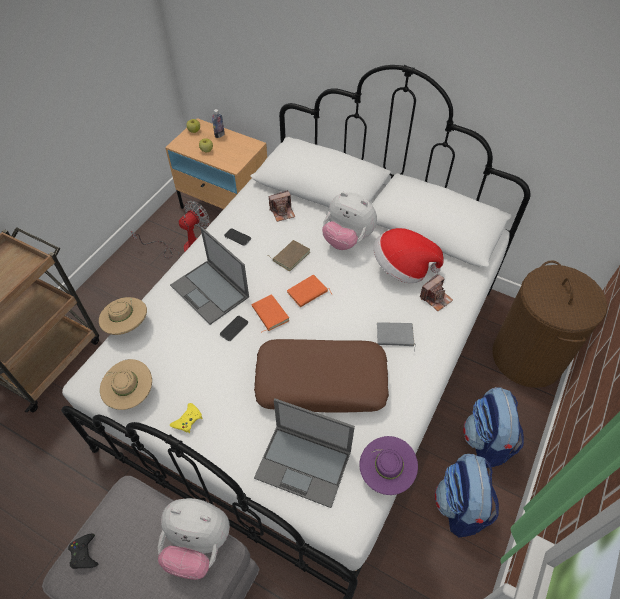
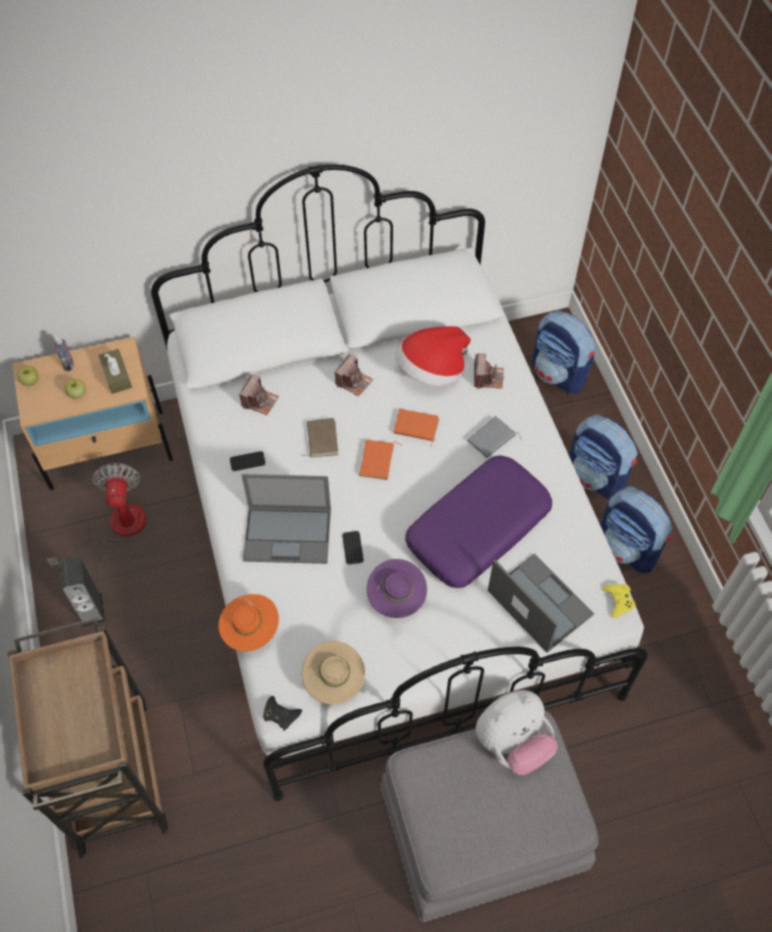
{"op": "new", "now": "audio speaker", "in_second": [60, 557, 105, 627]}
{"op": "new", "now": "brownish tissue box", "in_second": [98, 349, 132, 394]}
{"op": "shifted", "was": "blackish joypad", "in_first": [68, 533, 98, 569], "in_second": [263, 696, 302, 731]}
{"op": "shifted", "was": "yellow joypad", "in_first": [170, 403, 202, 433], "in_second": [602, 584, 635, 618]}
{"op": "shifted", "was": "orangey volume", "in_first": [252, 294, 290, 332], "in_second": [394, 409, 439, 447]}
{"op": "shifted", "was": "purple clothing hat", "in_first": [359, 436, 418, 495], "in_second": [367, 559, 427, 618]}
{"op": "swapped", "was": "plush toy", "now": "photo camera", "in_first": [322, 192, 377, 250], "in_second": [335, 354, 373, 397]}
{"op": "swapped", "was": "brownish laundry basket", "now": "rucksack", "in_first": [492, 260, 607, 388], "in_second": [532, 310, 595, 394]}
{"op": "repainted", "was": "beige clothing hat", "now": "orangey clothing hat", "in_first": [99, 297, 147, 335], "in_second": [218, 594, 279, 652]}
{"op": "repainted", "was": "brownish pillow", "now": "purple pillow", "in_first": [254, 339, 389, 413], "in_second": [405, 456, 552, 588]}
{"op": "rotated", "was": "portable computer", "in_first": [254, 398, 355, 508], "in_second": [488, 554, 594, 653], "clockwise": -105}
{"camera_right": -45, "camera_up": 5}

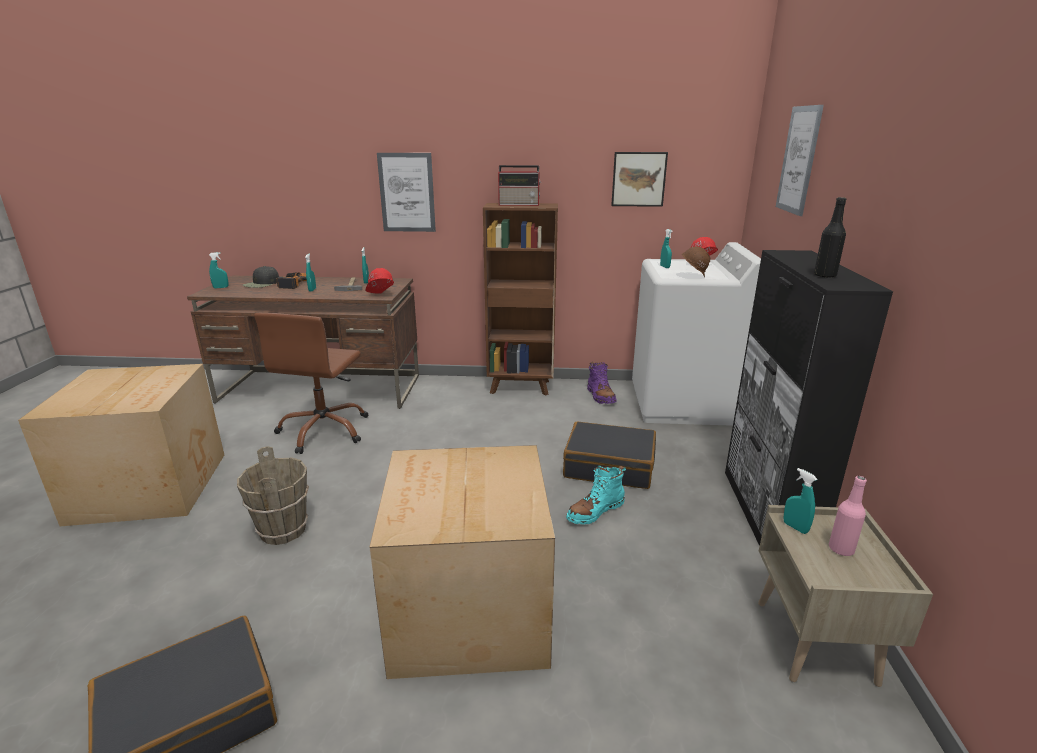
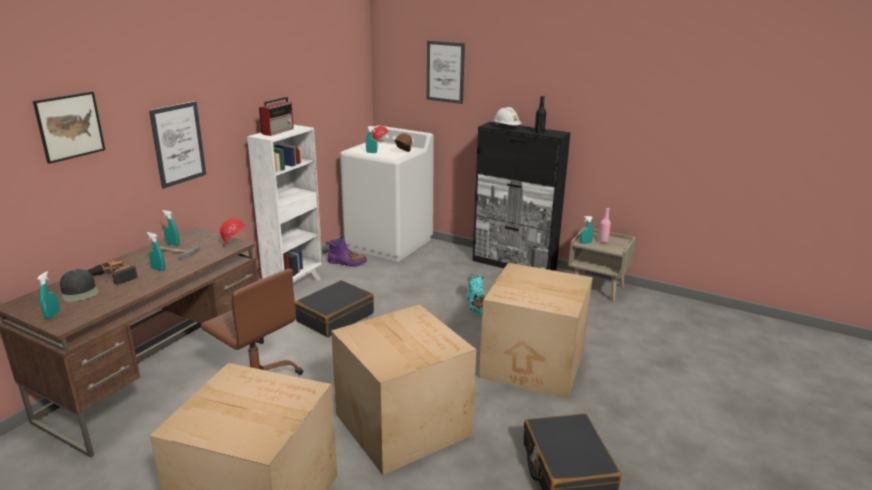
{"op": "new", "now": "white-coloured work helmet", "in_second": [494, 107, 522, 125]}
{"op": "shifted", "was": "blackish suitcase", "in_first": [563, 422, 656, 489], "in_second": [295, 280, 374, 337]}
{"op": "shifted", "was": "wall picture", "in_first": [611, 152, 668, 207], "in_second": [33, 92, 105, 164]}
{"op": "swapped", "was": "brownish bucket", "now": "carton", "in_first": [237, 446, 309, 545], "in_second": [331, 304, 477, 475]}
{"op": "repainted", "was": "brownish shelving unit", "now": "white-coloured shelving unit", "in_first": [483, 203, 558, 396], "in_second": [247, 125, 322, 283]}
{"camera_right": -65, "camera_up": 0}

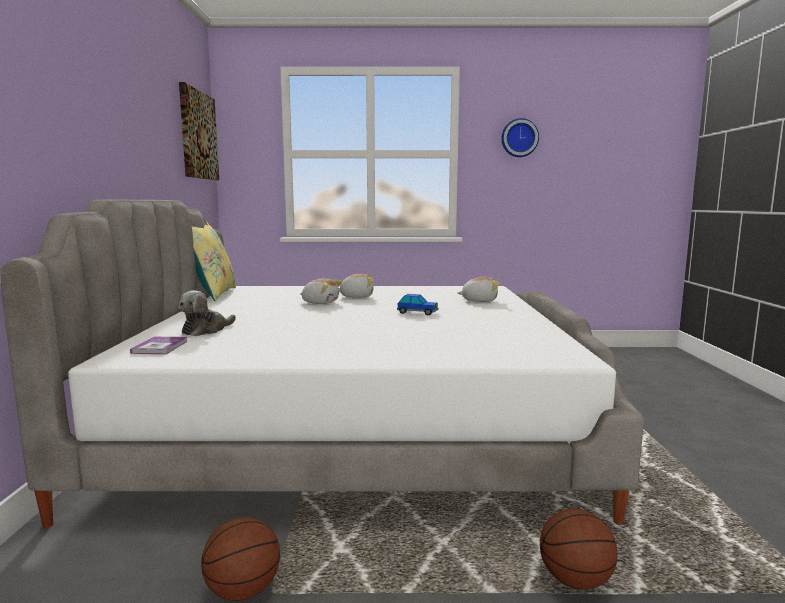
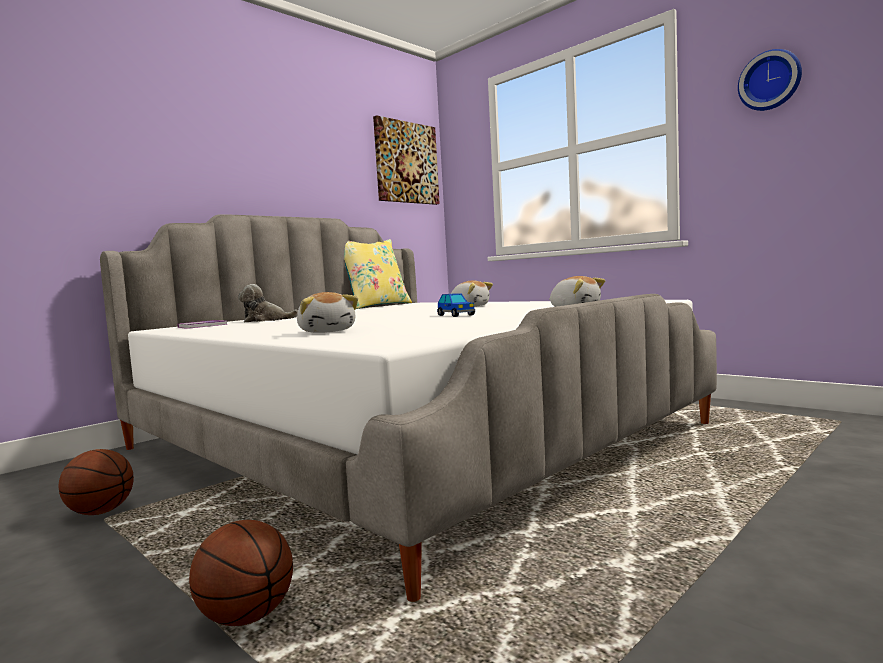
{"op": "shifted", "was": "plush toy", "in_first": [300, 278, 342, 304], "in_second": [297, 292, 358, 333]}
{"camera_right": 45, "camera_up": -5}

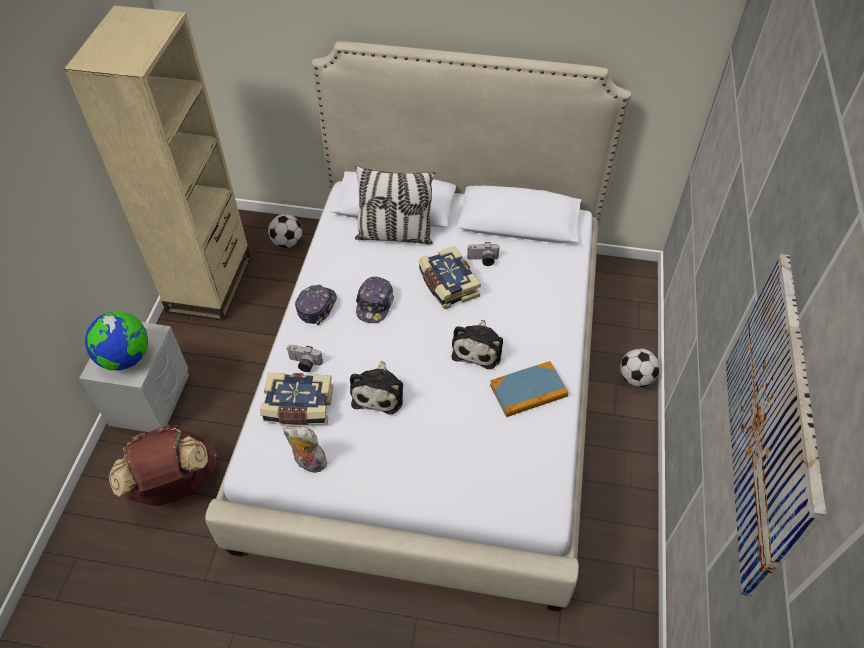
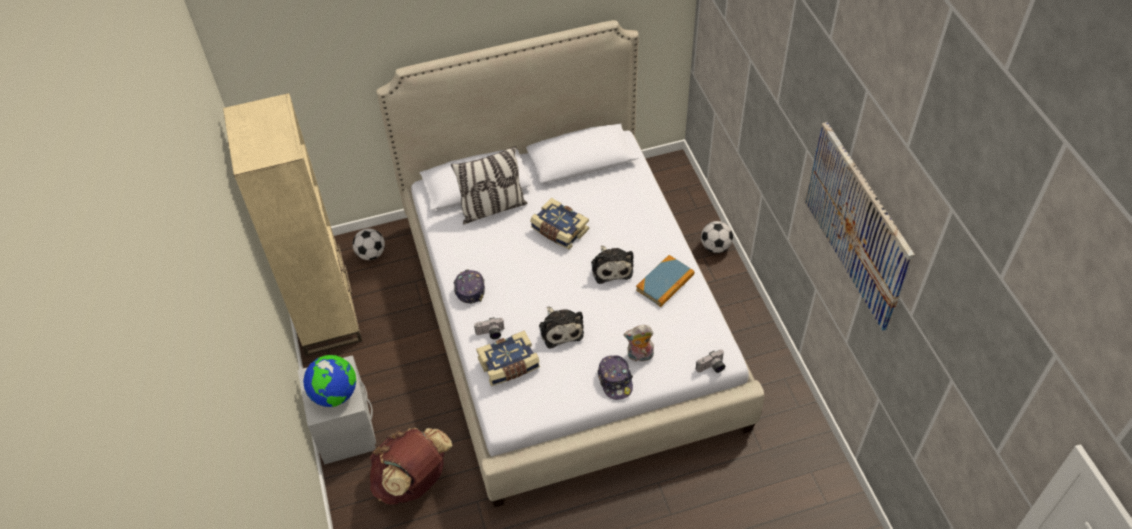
{"op": "shifted", "was": "plush toy", "in_first": [283, 426, 327, 473], "in_second": [623, 325, 654, 362]}
{"op": "shifted", "was": "peaked cap", "in_first": [356, 277, 394, 323], "in_second": [597, 355, 633, 400]}
{"op": "shifted", "was": "photo camera", "in_first": [467, 242, 500, 266], "in_second": [696, 349, 725, 373]}
{"camera_right": -25, "camera_up": 0}

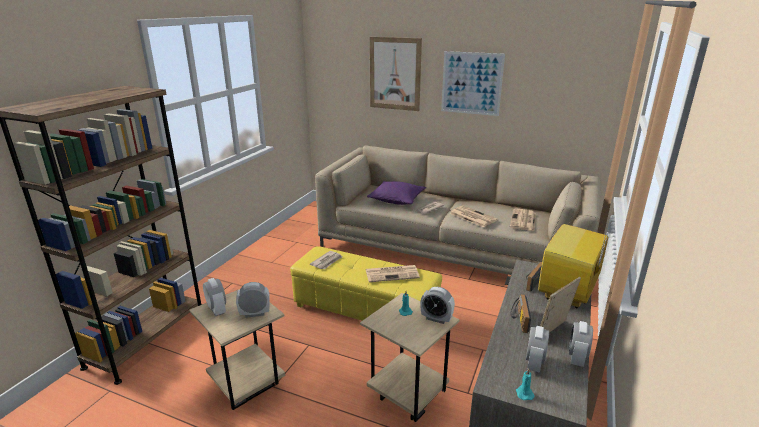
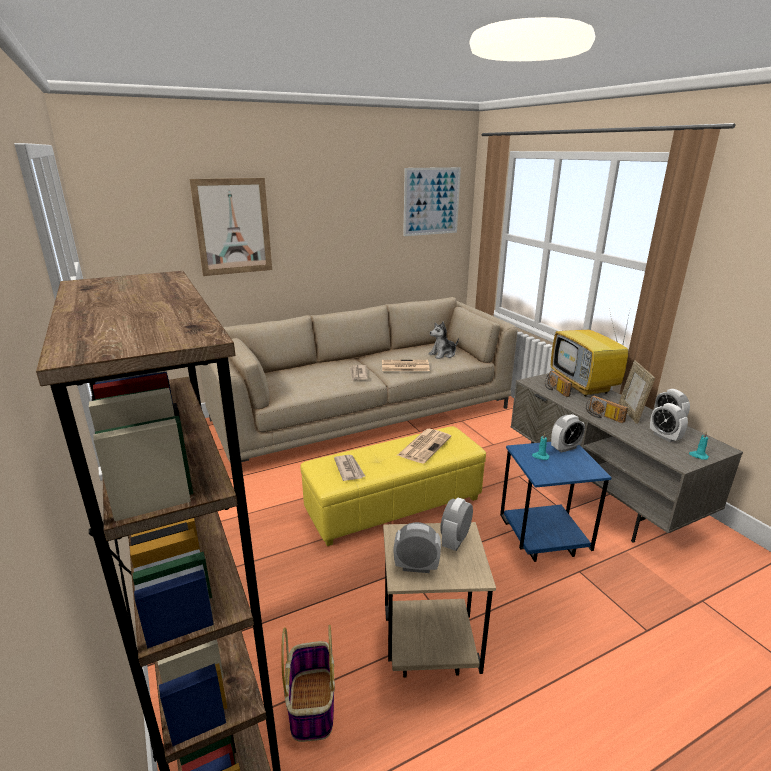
{"op": "gone", "was": "purple pillow", "in_first": [367, 181, 426, 205]}
{"op": "new", "now": "storage basket", "in_second": [281, 625, 335, 742]}
{"op": "shifted", "was": "wall picture", "in_first": [441, 51, 505, 116], "in_second": [403, 167, 461, 236]}
{"op": "swapped", "was": "printed paper", "now": "plush toy", "in_first": [510, 208, 536, 231], "in_second": [429, 321, 459, 359]}
{"op": "repainted", "was": "beige accent table", "now": "bluish accent table", "in_first": [360, 293, 460, 422], "in_second": [500, 442, 612, 562]}
{"camera_right": -50, "camera_up": 0}

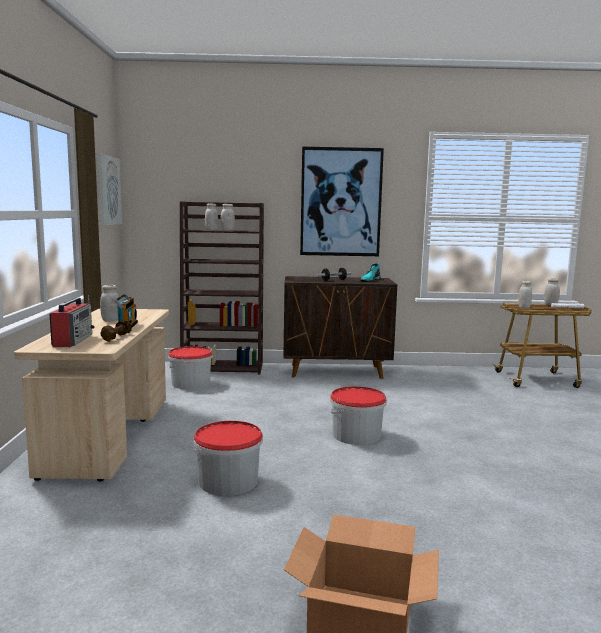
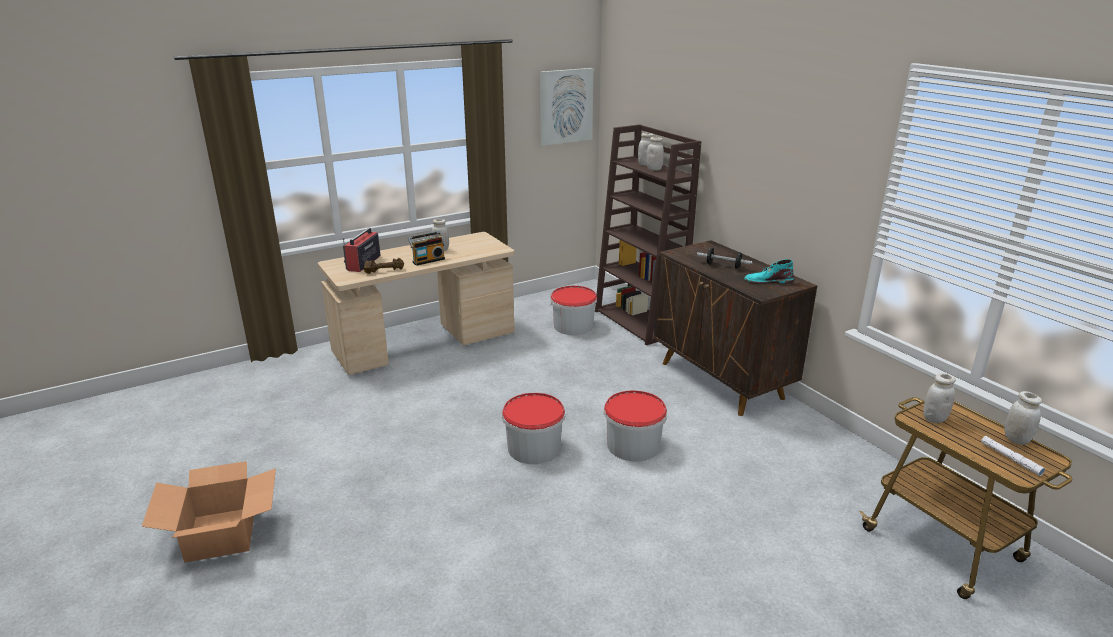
{"op": "gone", "was": "wall picture", "in_first": [300, 147, 384, 256]}
{"op": "shifted", "was": "bucket", "in_first": [193, 421, 263, 496], "in_second": [604, 390, 667, 462]}
{"op": "rotated", "was": "radio receiver", "in_first": [50, 295, 95, 347], "in_second": [343, 228, 380, 272], "clockwise": 135}
{"camera_right": 60, "camera_up": 15}

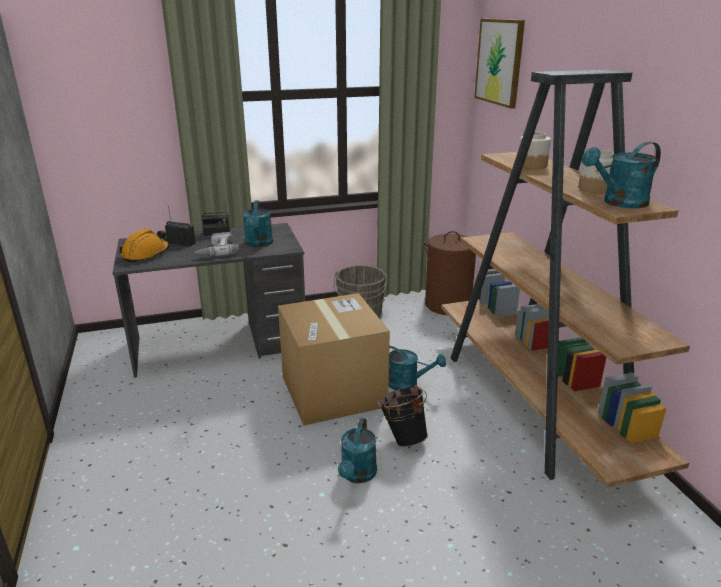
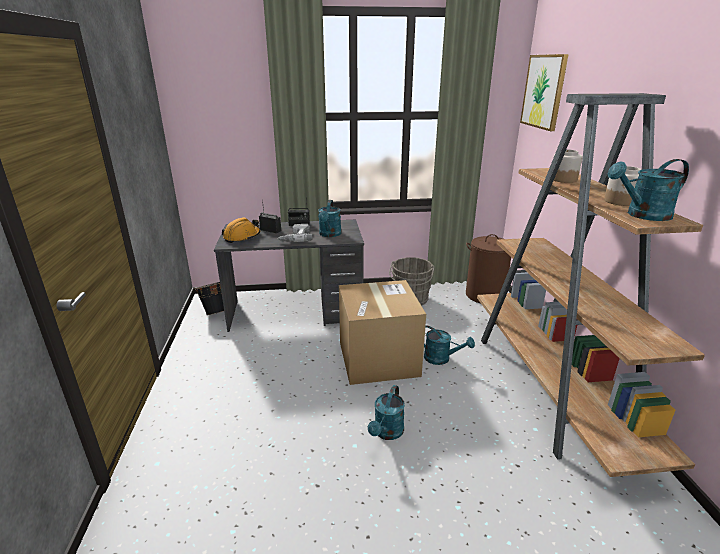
{"op": "shifted", "was": "blackish bucket", "in_first": [378, 384, 428, 447], "in_second": [194, 282, 224, 315]}
{"camera_right": 10, "camera_up": 0}

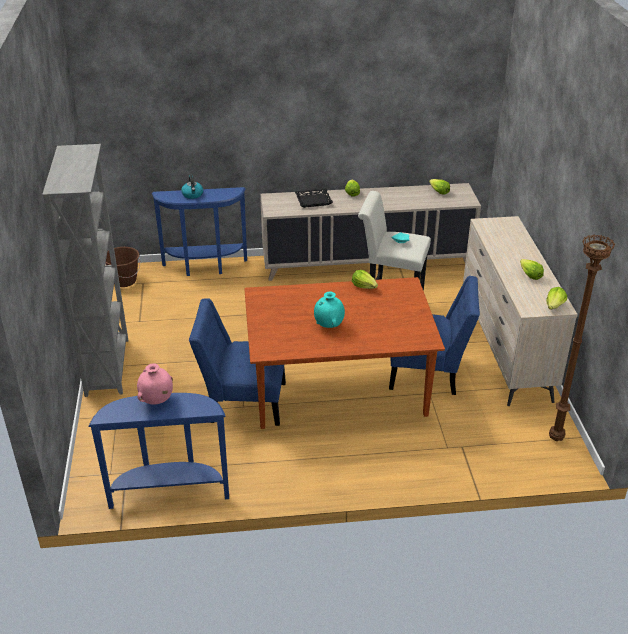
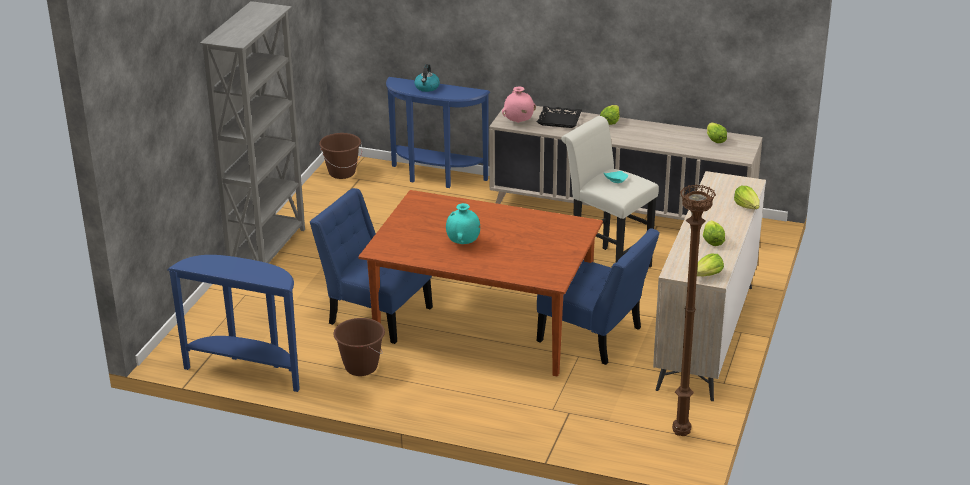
{"op": "new", "now": "brownish bucket", "in_second": [333, 318, 385, 376]}
{"op": "shifted", "was": "pink vase", "in_first": [137, 364, 173, 404], "in_second": [502, 86, 536, 123]}
{"op": "shifted", "was": "lettuce head", "in_first": [352, 270, 378, 289], "in_second": [734, 186, 760, 209]}
{"camera_right": 25, "camera_up": -5}

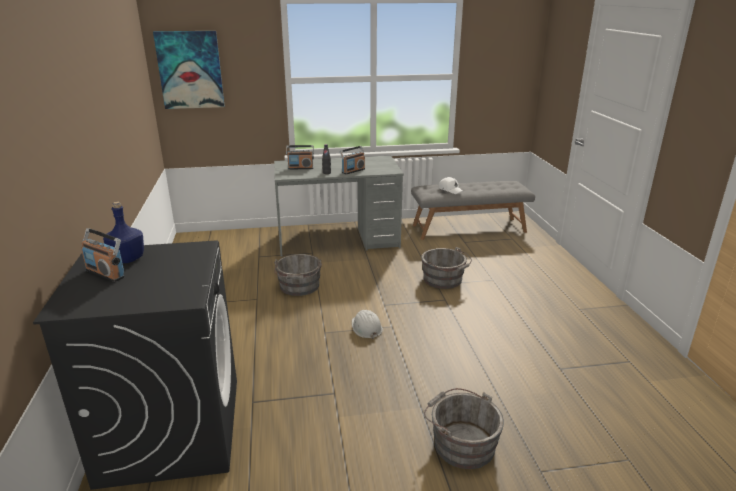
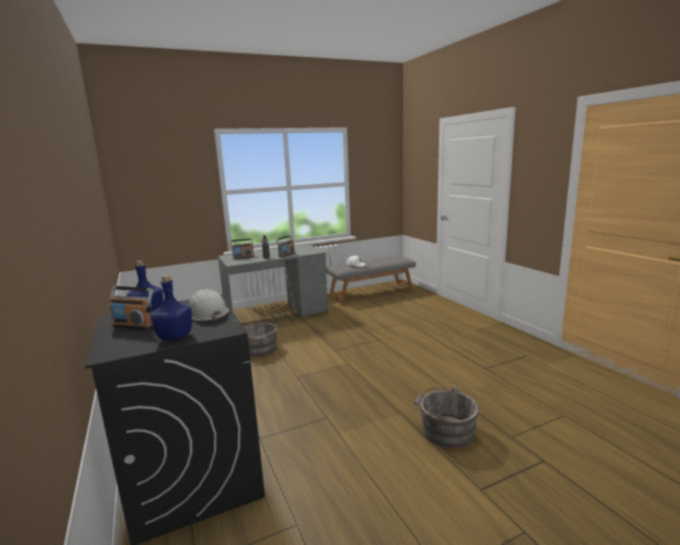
{"op": "gone", "was": "wall picture", "in_first": [153, 31, 225, 109]}
{"op": "gone", "was": "greyish bucket", "in_first": [421, 247, 472, 289]}
{"op": "new", "now": "bluish drink bottle", "in_second": [151, 275, 192, 341]}
{"op": "shifted", "was": "white-coloured work helmet", "in_first": [352, 310, 383, 339], "in_second": [189, 289, 228, 321]}
{"camera_right": -15, "camera_up": -10}

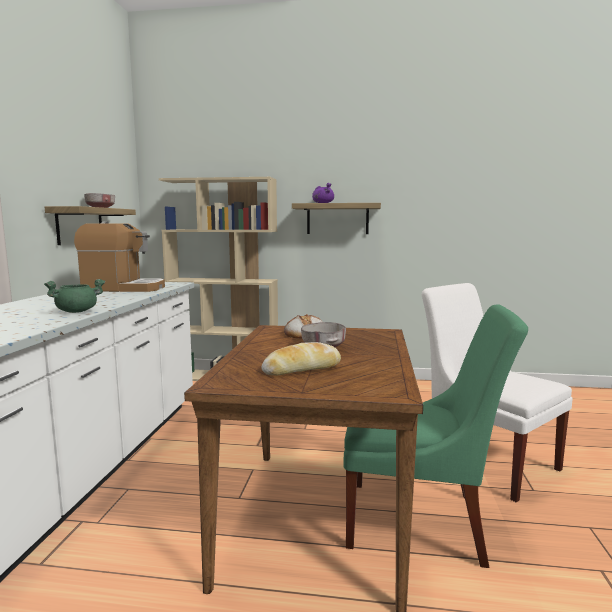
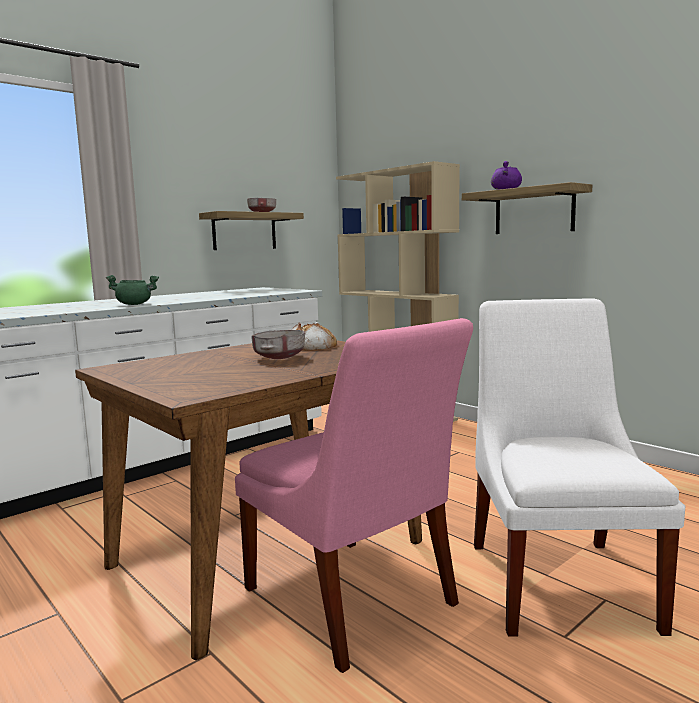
{"op": "gone", "was": "coffee maker", "in_first": [74, 222, 165, 292]}
{"op": "gone", "was": "baked bread", "in_first": [262, 342, 341, 376]}
{"op": "repainted", "was": "green upright chair", "now": "pink upright chair", "in_first": [343, 304, 528, 568], "in_second": [235, 318, 473, 673]}
{"camera_right": 40, "camera_up": 0}

